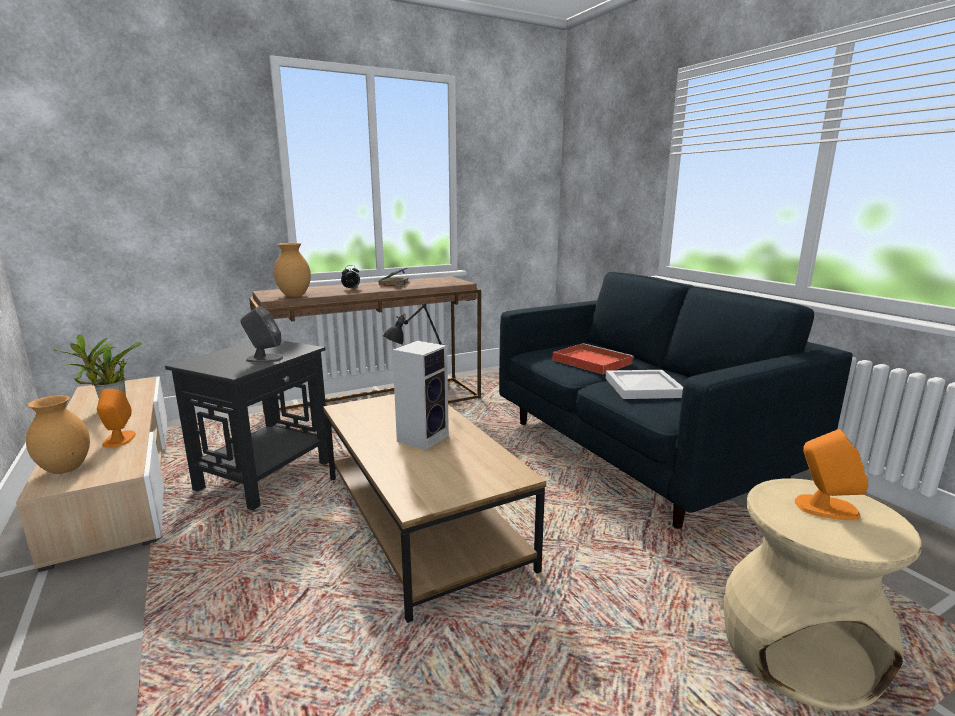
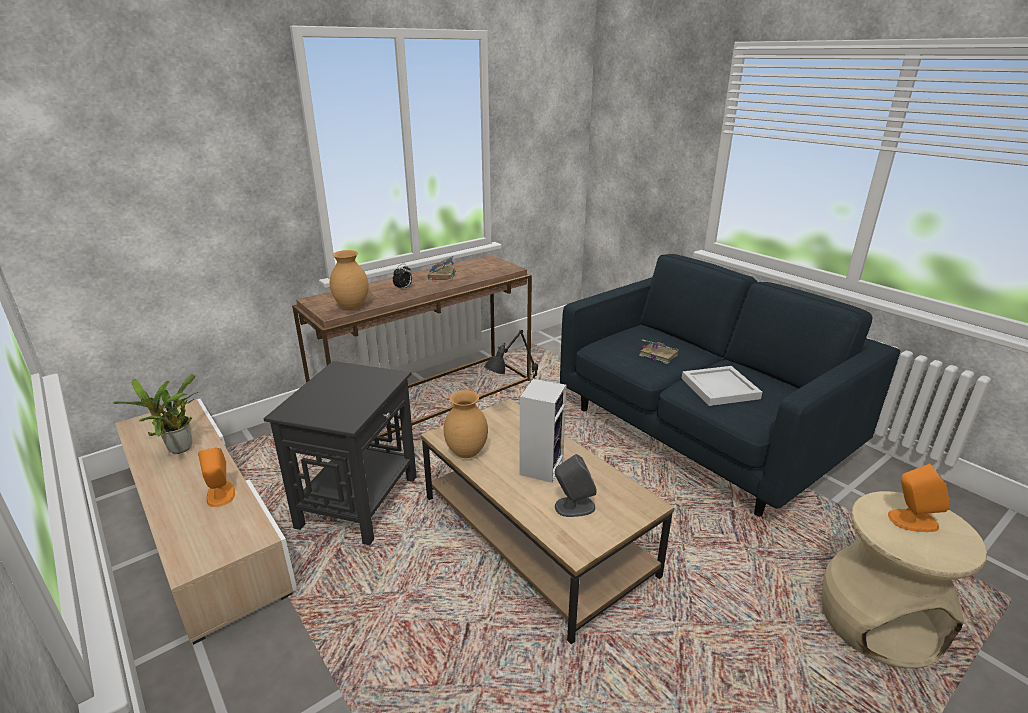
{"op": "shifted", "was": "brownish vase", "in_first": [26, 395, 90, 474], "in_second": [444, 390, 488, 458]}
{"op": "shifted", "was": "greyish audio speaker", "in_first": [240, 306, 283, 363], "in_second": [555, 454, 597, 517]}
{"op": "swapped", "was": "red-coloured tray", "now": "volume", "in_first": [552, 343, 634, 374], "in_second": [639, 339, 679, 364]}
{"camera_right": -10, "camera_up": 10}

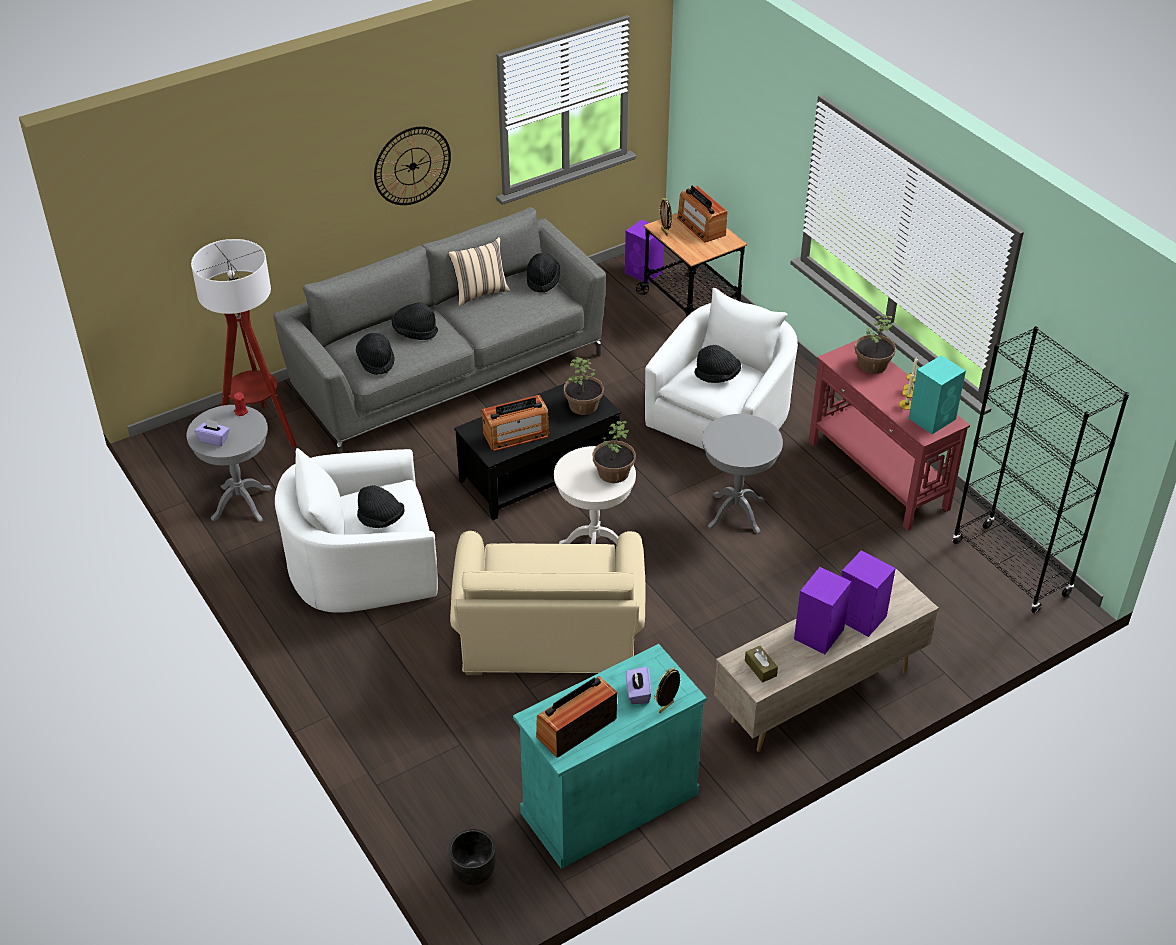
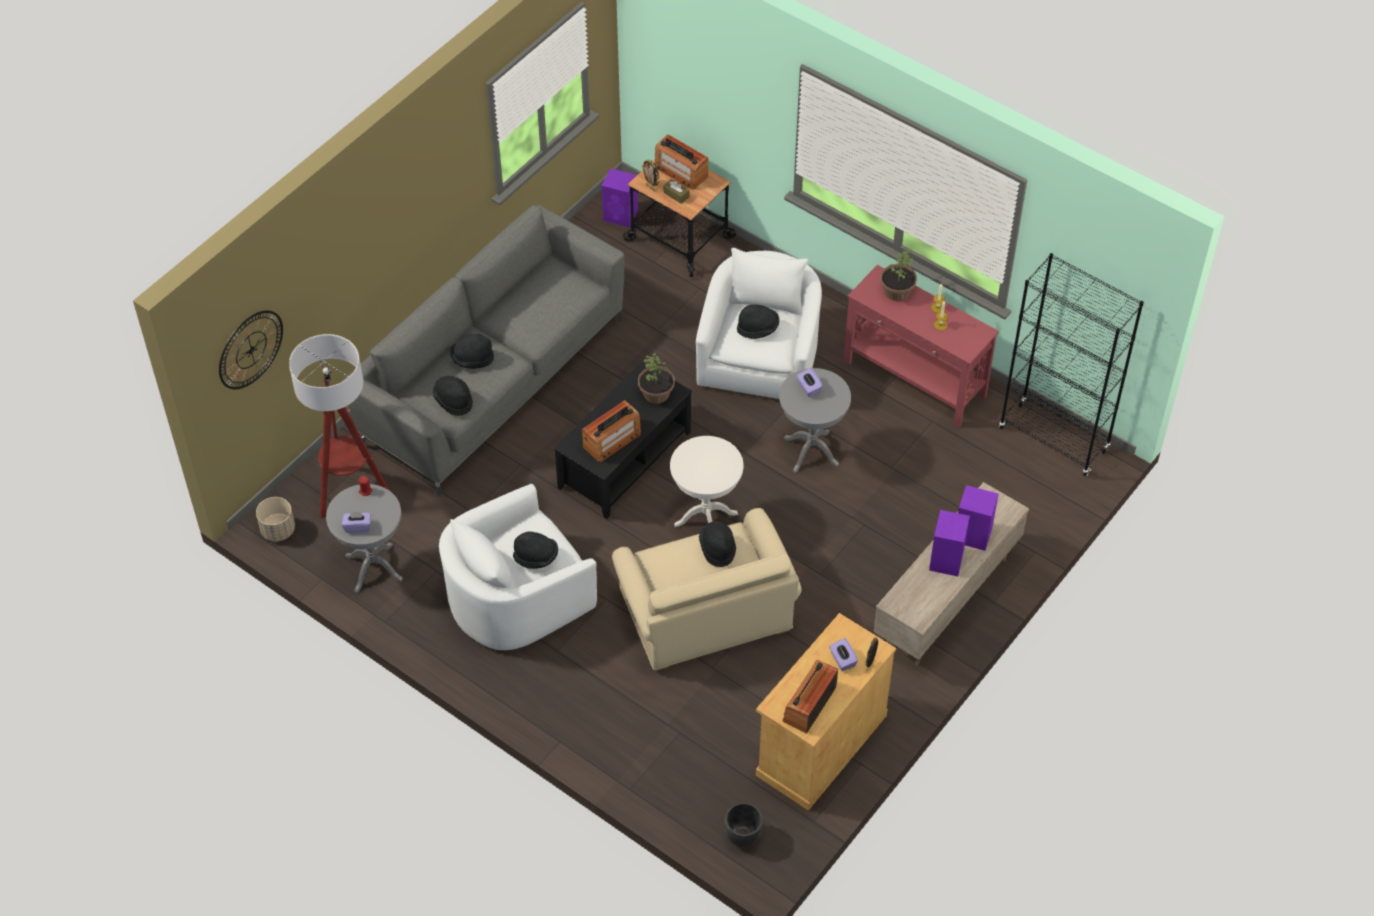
{"op": "gone", "was": "beige pillow", "in_first": [448, 237, 510, 306]}
{"op": "gone", "was": "plant in a pot", "in_first": [593, 421, 636, 483]}
{"op": "gone", "was": "turquoise audio speaker", "in_first": [908, 355, 966, 434]}
{"op": "new", "now": "beige plant pot", "in_second": [256, 497, 295, 541]}
{"op": "new", "now": "purple tissue box", "in_second": [797, 368, 823, 397]}
{"op": "shifted", "was": "hanging clock", "in_first": [374, 127, 451, 205], "in_second": [219, 310, 283, 389]}
{"op": "shifted", "was": "blackish clothing hat", "in_first": [527, 253, 560, 293], "in_second": [699, 521, 736, 567]}
{"op": "shifted", "was": "brownish tissue box", "in_first": [745, 646, 778, 683], "in_second": [663, 179, 689, 204]}
{"op": "repainted", "was": "turquoise cabinet", "now": "beige cabinet", "in_first": [513, 644, 707, 869], "in_second": [756, 613, 896, 811]}
{"camera_right": -20, "camera_up": 10}

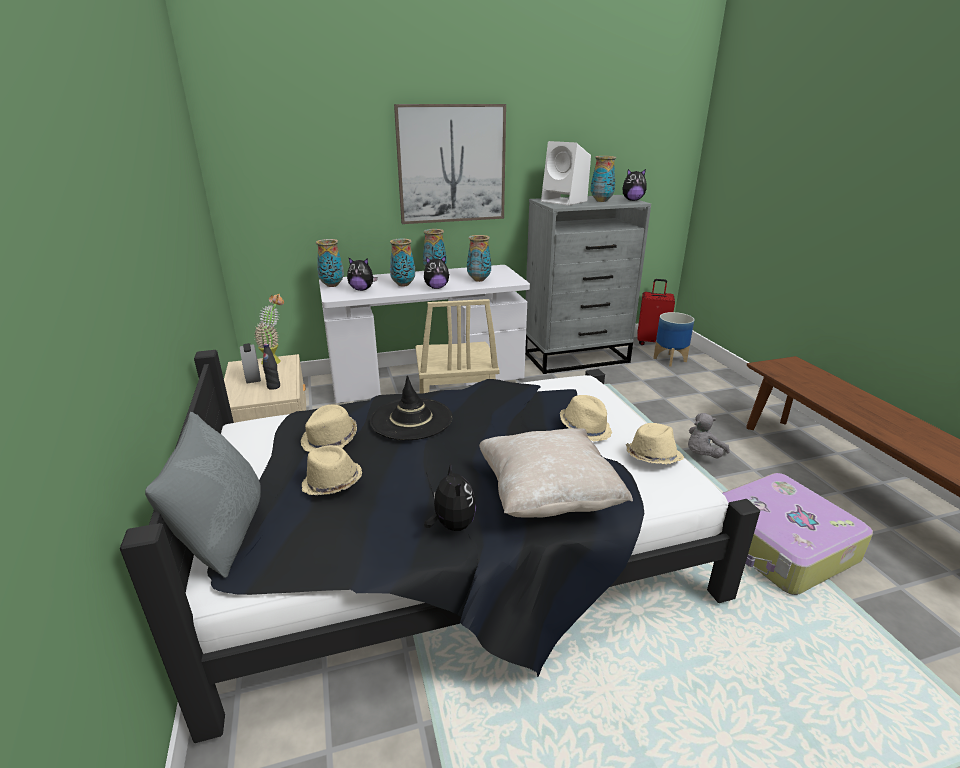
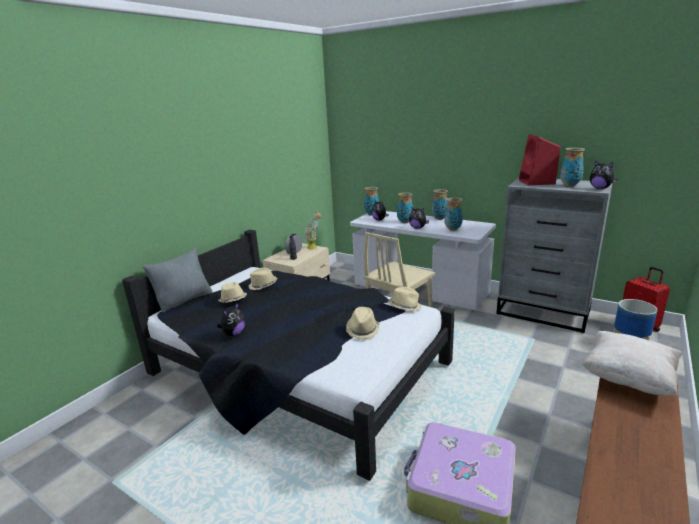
{"op": "gone", "was": "blackish clothing hat", "in_first": [370, 375, 453, 440]}
{"op": "gone", "was": "wall picture", "in_first": [394, 104, 506, 224]}
{"op": "gone", "was": "greyish plush toy", "in_first": [688, 413, 730, 458]}
{"op": "shifted", "was": "beige pillow", "in_first": [479, 428, 633, 518], "in_second": [581, 331, 682, 397]}
{"op": "shifted", "was": "beige clothing hat", "in_first": [626, 423, 684, 465], "in_second": [388, 287, 422, 311]}
{"op": "repainted", "was": "white-coloured audio speaker", "now": "red-coloured audio speaker", "in_first": [541, 141, 591, 205], "in_second": [519, 134, 561, 185]}
{"camera_right": 50, "camera_up": -5}

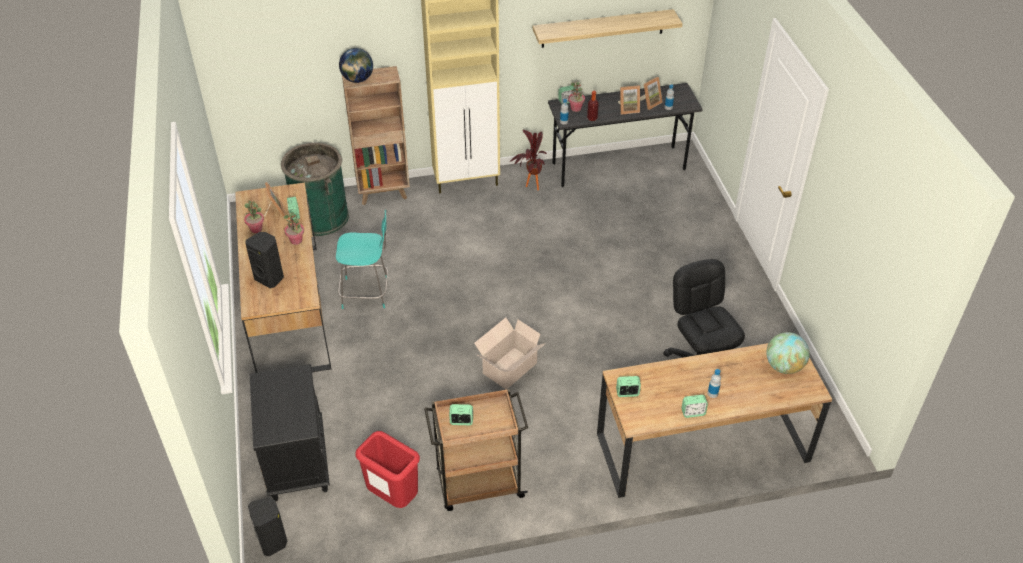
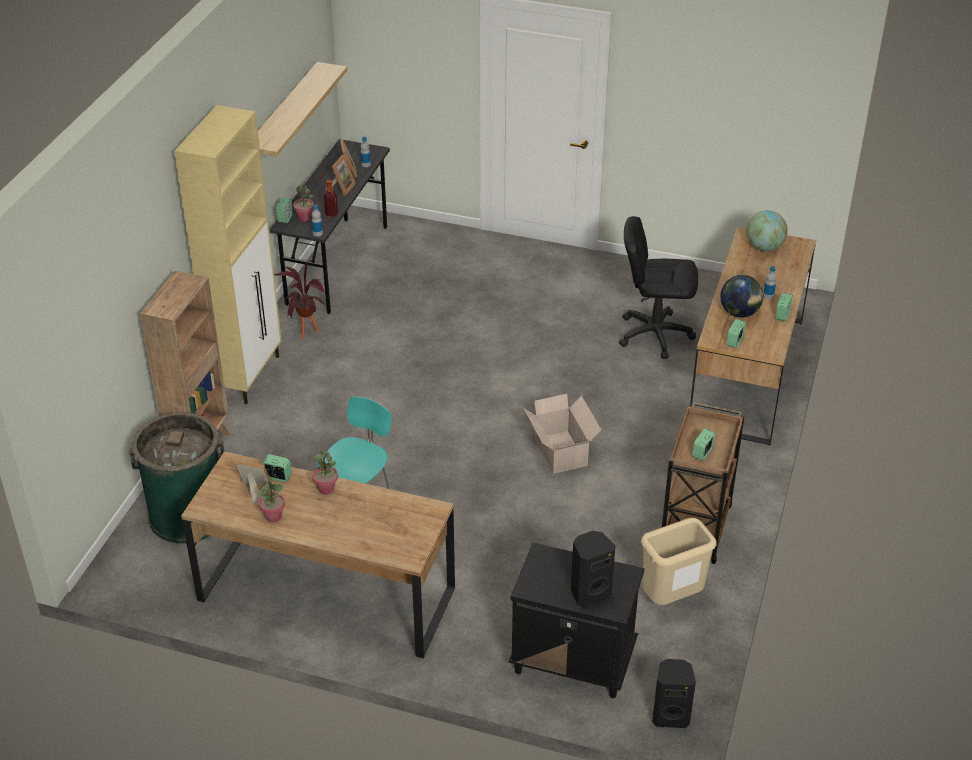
{"op": "shifted", "was": "blackish audio speaker", "in_first": [245, 232, 284, 288], "in_second": [571, 531, 616, 607]}
{"op": "shifted", "was": "world globe", "in_first": [339, 48, 373, 83], "in_second": [720, 275, 763, 318]}
{"op": "repainted", "was": "red-coloured trash can", "now": "beige trash can", "in_first": [355, 431, 420, 508], "in_second": [641, 518, 717, 605]}
{"camera_right": -60, "camera_up": -5}

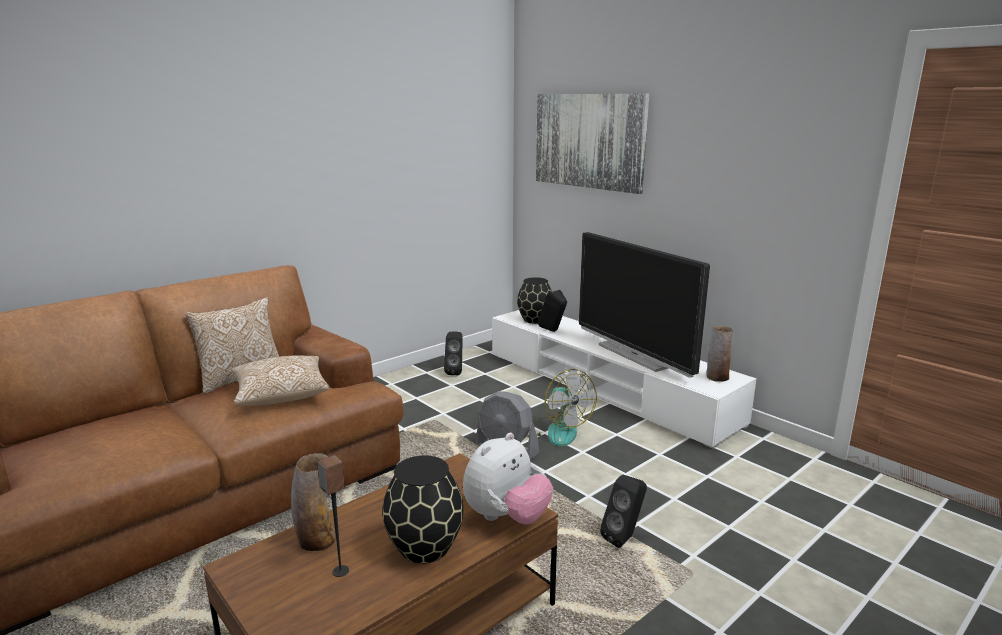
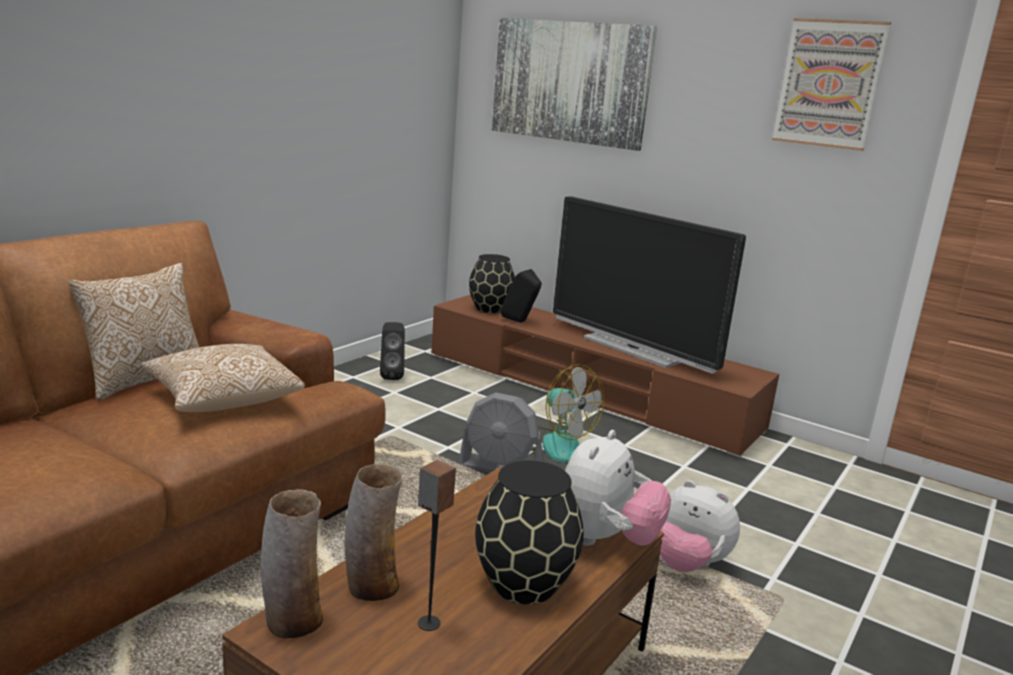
{"op": "new", "now": "wall picture", "in_second": [772, 18, 891, 151]}
{"op": "shifted", "was": "vase", "in_first": [706, 326, 733, 382], "in_second": [261, 489, 323, 638]}
{"op": "swapped", "was": "blackish audio speaker", "now": "plush toy", "in_first": [600, 475, 647, 548], "in_second": [660, 480, 740, 572]}
{"op": "repainted", "was": "white-coloured tv stand", "now": "brownish tv stand", "in_first": [492, 310, 757, 449], "in_second": [431, 295, 779, 457]}
{"camera_right": -15, "camera_up": 0}

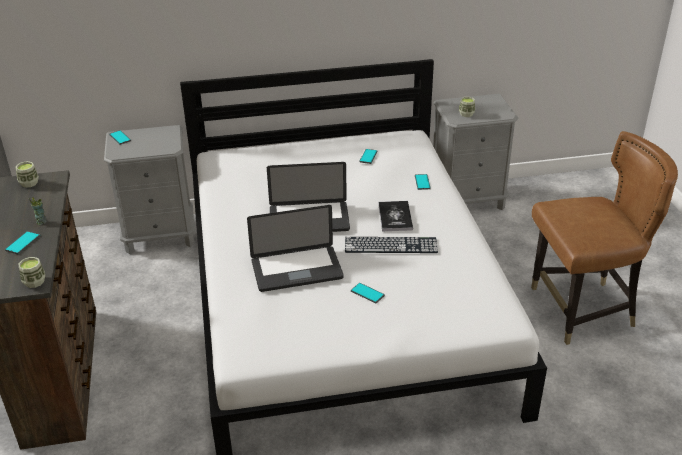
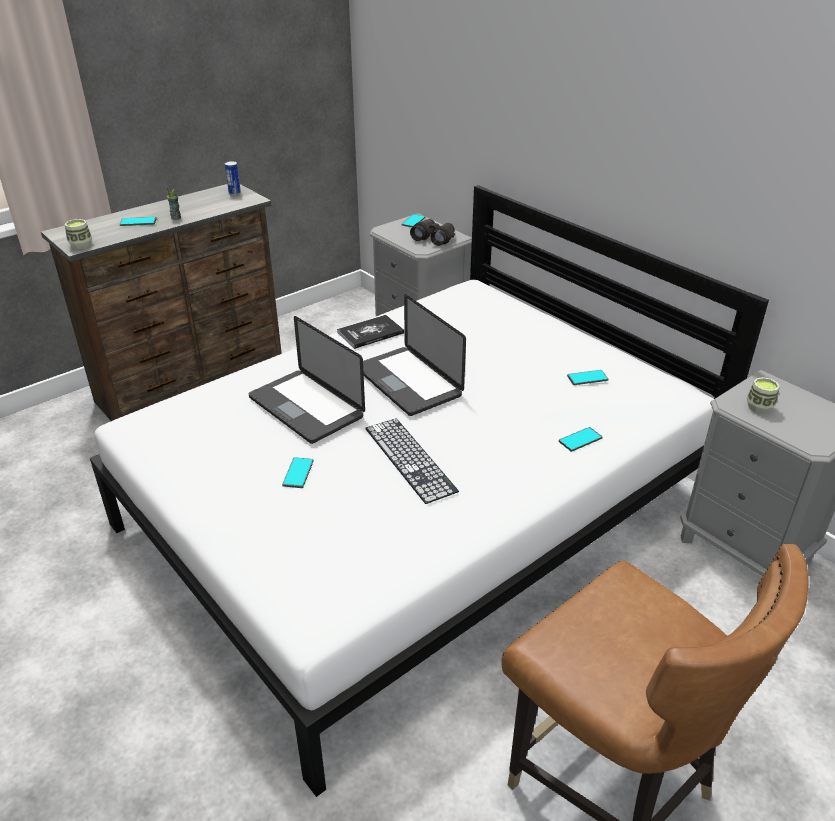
{"op": "new", "now": "blackish field glasses", "in_second": [410, 219, 455, 246]}
{"op": "shifted", "was": "volume", "in_first": [378, 201, 413, 231], "in_second": [337, 315, 404, 349]}
{"op": "swapped", "was": "drinking cup", "now": "can", "in_first": [15, 161, 39, 188], "in_second": [225, 161, 241, 196]}
{"camera_right": 60, "camera_up": 0}

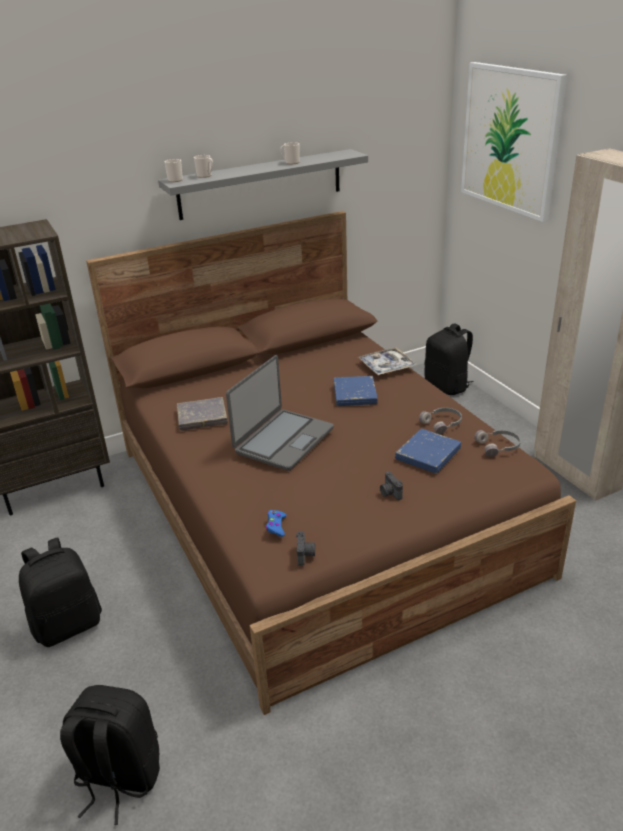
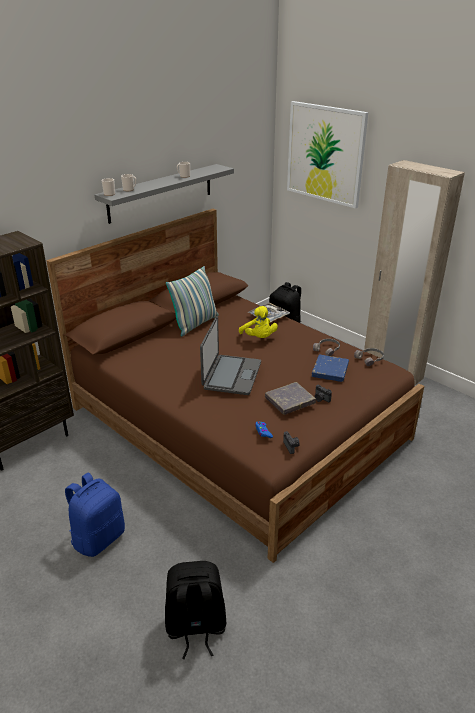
{"op": "new", "now": "pillow", "in_second": [166, 266, 219, 337]}
{"op": "shifted", "was": "greyish volume", "in_first": [177, 397, 228, 431], "in_second": [265, 382, 316, 415]}
{"op": "swapped", "was": "bluish volume", "now": "yellow plush toy", "in_first": [334, 376, 378, 406], "in_second": [239, 306, 278, 338]}
{"op": "repainted", "was": "blackish rucksack", "now": "bluish rucksack", "in_first": [19, 537, 102, 647], "in_second": [65, 472, 125, 557]}
{"camera_right": -20, "camera_up": 0}

